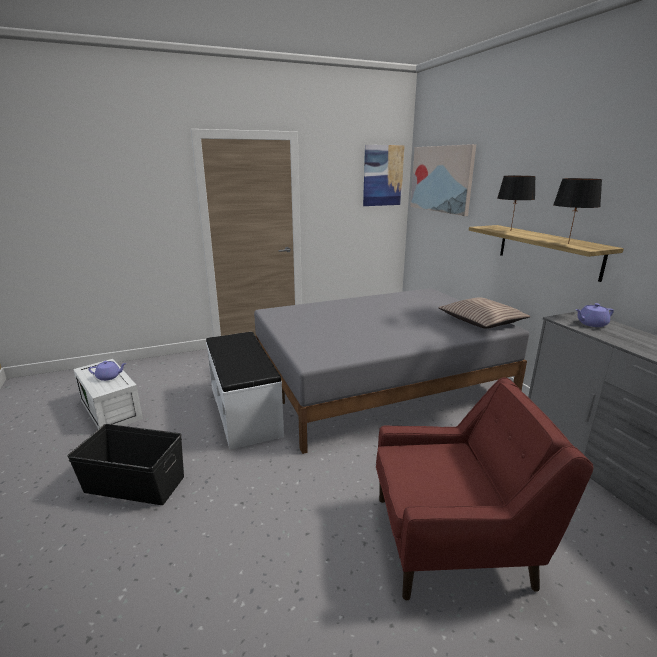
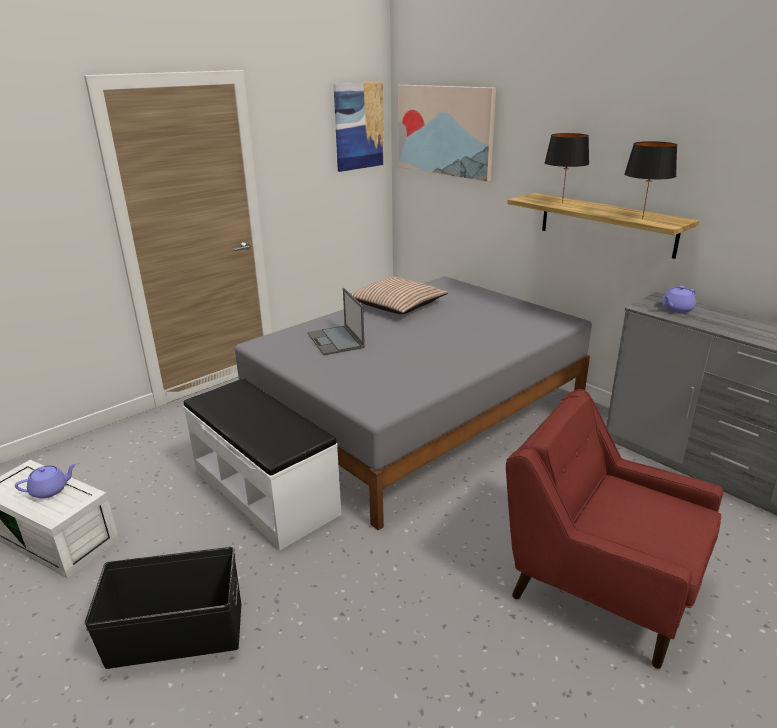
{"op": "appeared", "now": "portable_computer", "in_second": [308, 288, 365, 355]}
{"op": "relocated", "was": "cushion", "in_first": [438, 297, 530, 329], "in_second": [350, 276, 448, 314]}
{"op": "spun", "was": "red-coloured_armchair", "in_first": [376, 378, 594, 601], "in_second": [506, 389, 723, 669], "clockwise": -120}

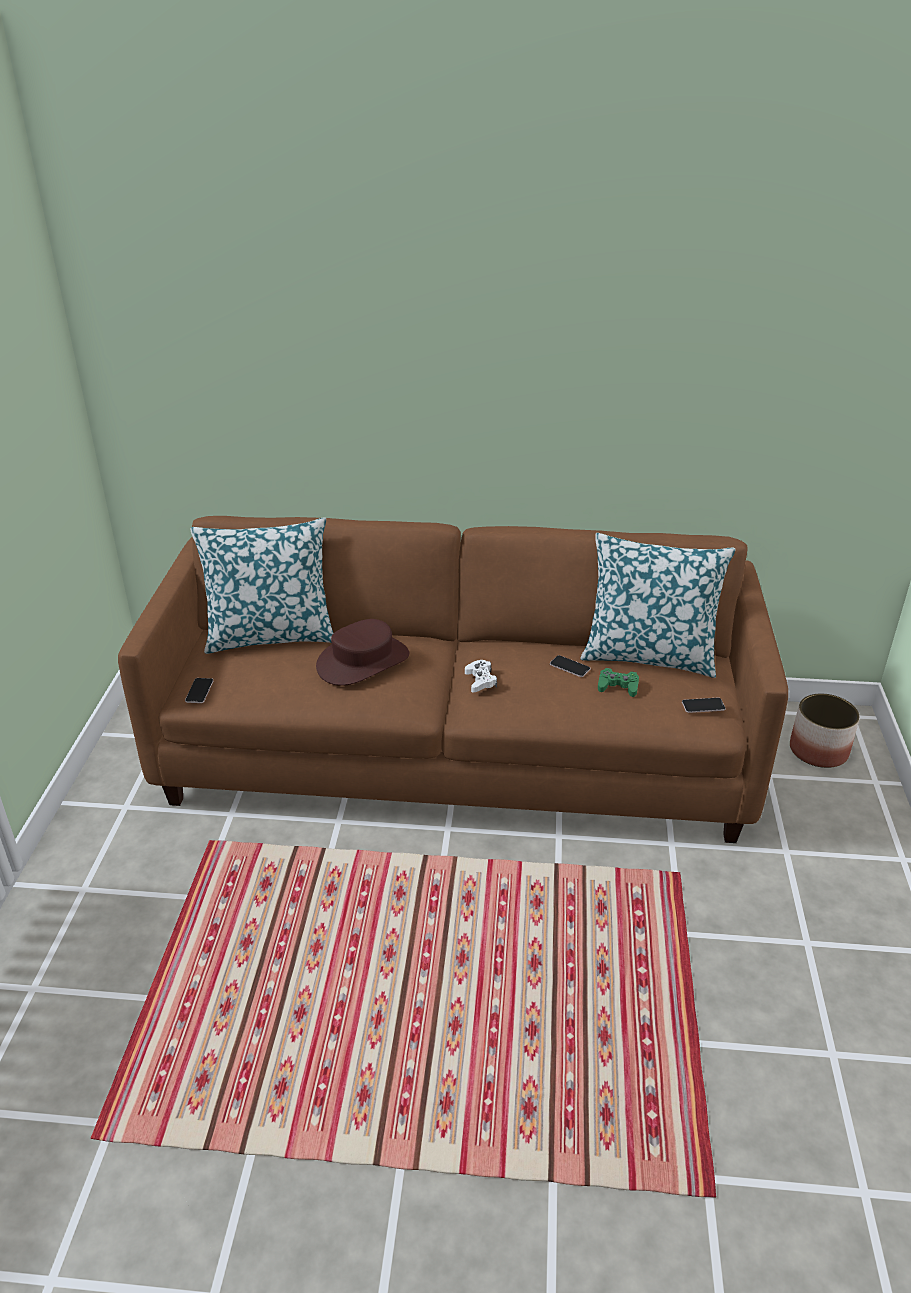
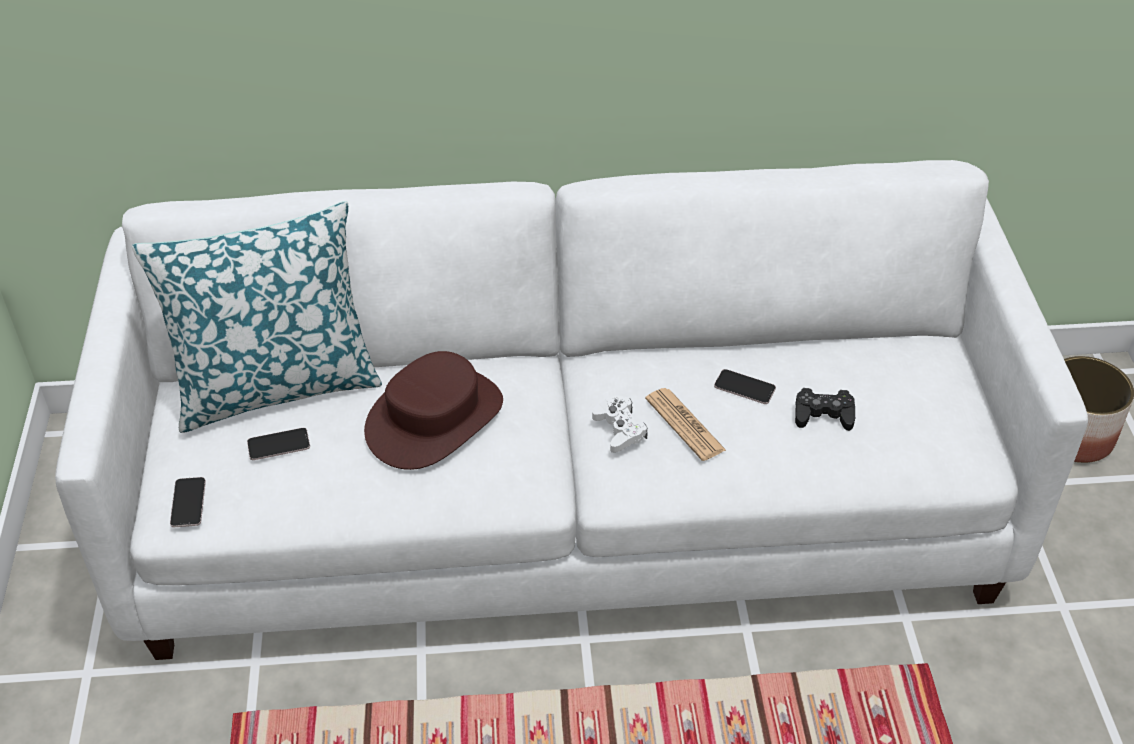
{"op": "colour", "was": "brown-coloured_couch", "now": "whitish_couch", "in_first": [118, 516, 788, 843], "in_second": [55, 160, 1088, 660]}
{"op": "relocated", "was": "telephone", "in_first": [682, 698, 726, 713], "in_second": [247, 428, 310, 460]}
{"op": "appeared", "now": "daily_paper", "in_second": [645, 388, 726, 461]}
{"op": "colour", "was": "greenish_gamepad", "now": "black-coloured_gamepad", "in_first": [598, 668, 639, 697], "in_second": [795, 388, 855, 431]}
{"op": "missing", "was": "cushion", "in_first": [580, 533, 736, 678]}

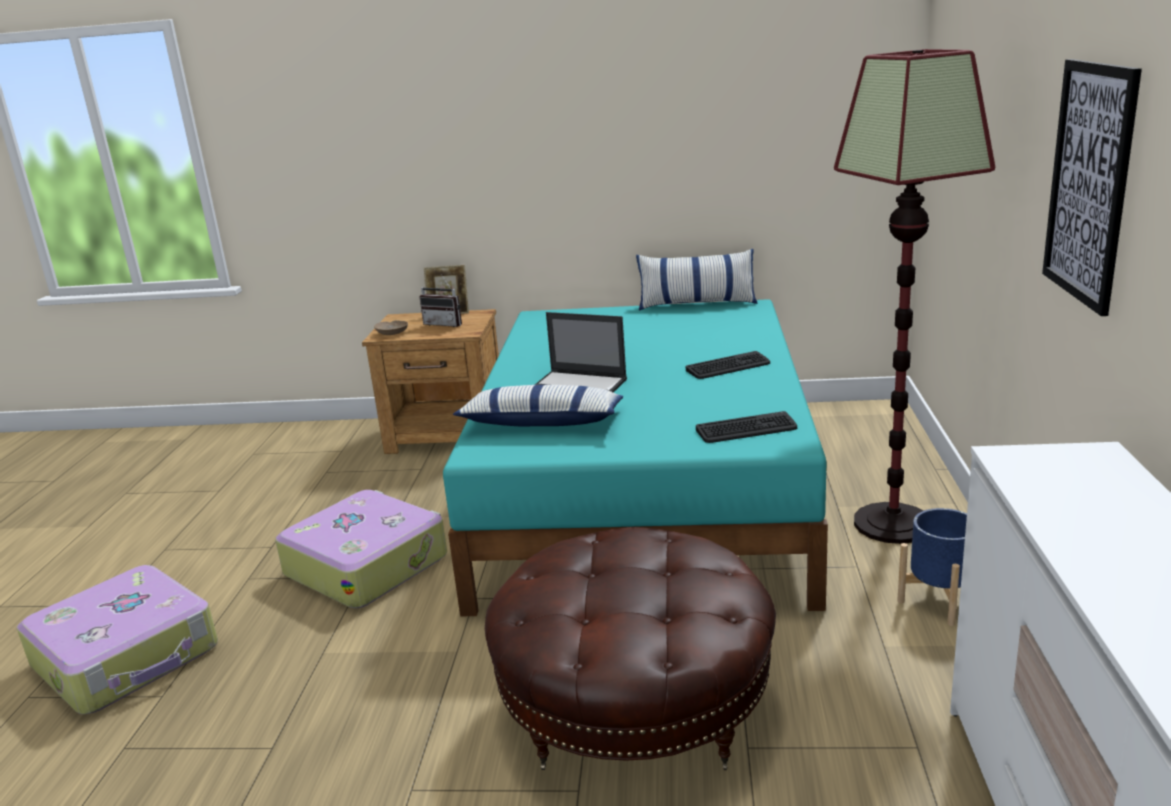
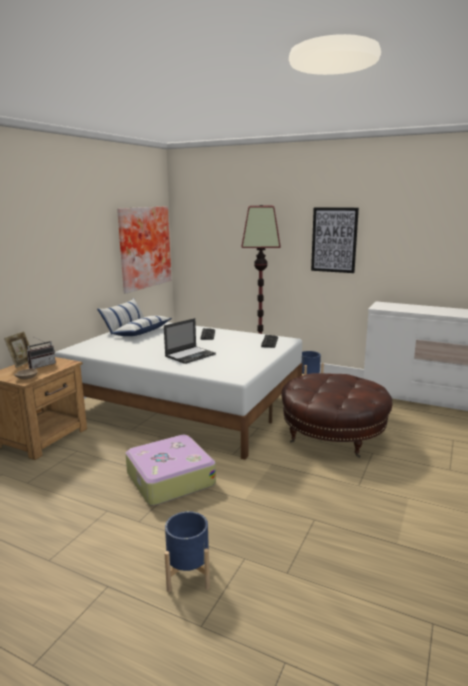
{"op": "colour", "was": "turquoise-coloured_bedroom_bed", "now": "whitish_bedroom_bed", "in_first": [443, 299, 828, 616], "in_second": [55, 322, 302, 460]}
{"op": "relocated", "was": "cushion", "in_first": [453, 385, 623, 427], "in_second": [111, 316, 172, 336]}
{"op": "appeared", "now": "wall_art", "in_second": [117, 206, 171, 293]}
{"op": "exchanged", "was": "travel_case", "now": "blue-coloured_planter", "in_first": [17, 565, 218, 714], "in_second": [164, 511, 210, 592]}

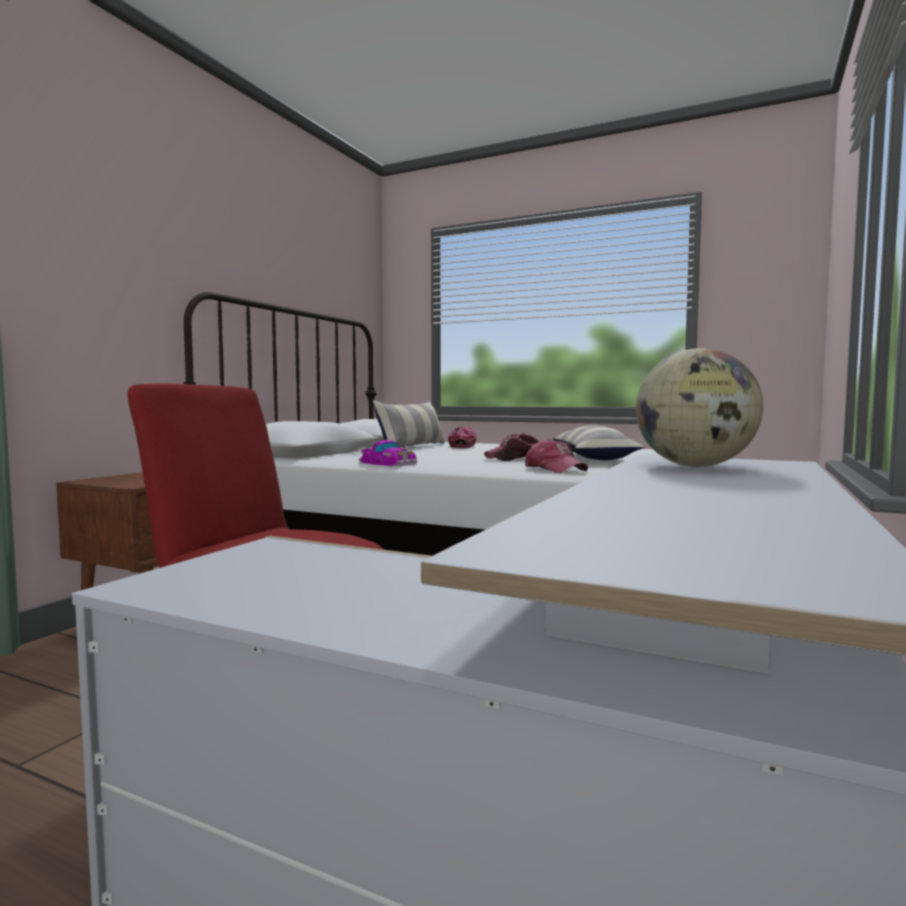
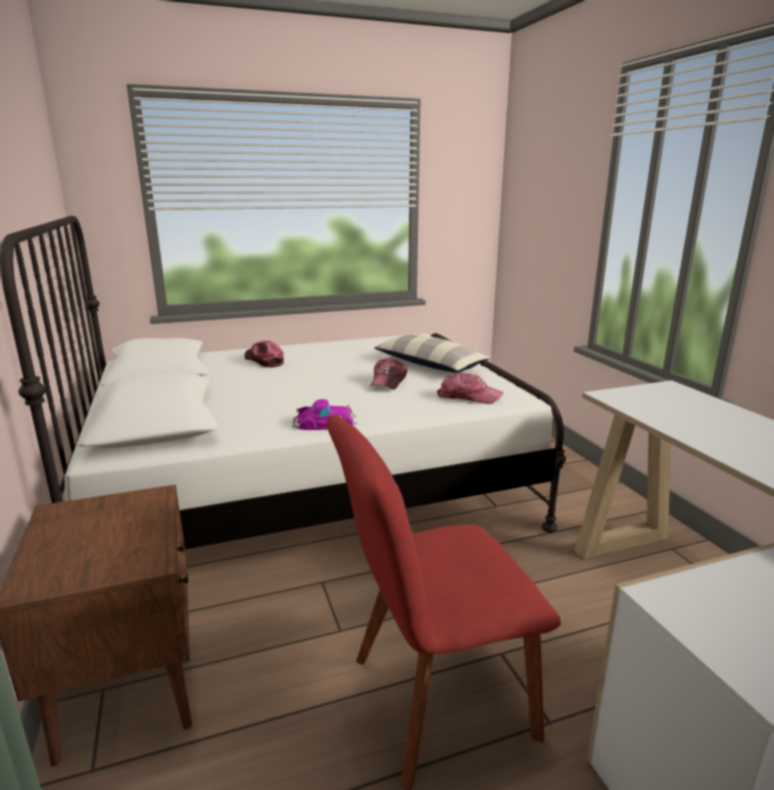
{"op": "missing", "was": "cushion", "in_first": [372, 400, 445, 448]}
{"op": "missing", "was": "world_globe", "in_first": [636, 348, 763, 467]}

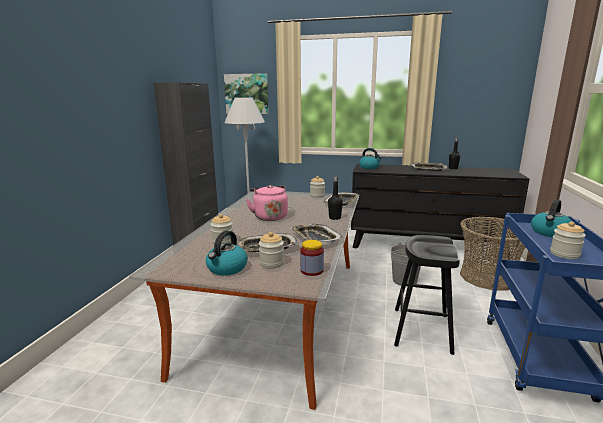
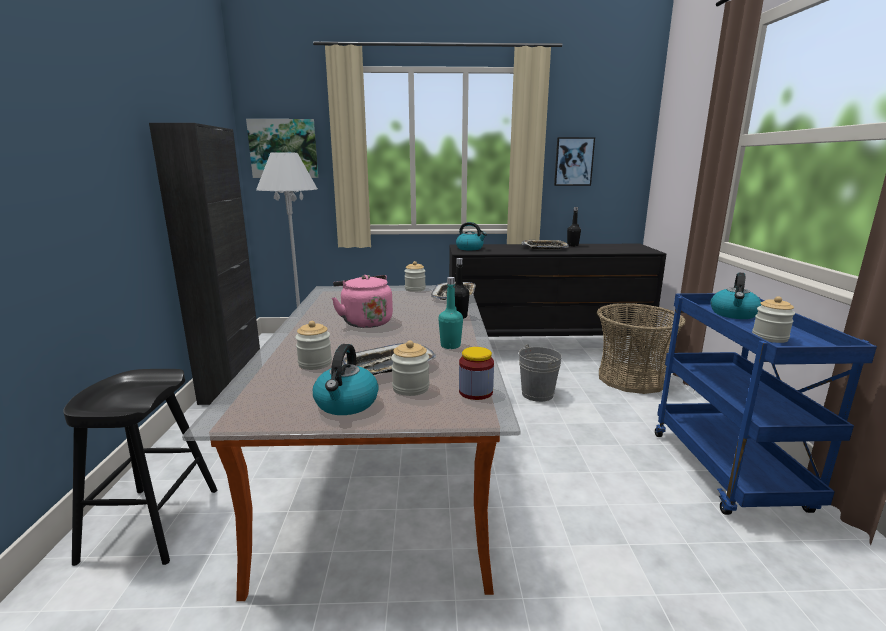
{"op": "relocated", "was": "black-coloured_stool", "in_first": [394, 235, 460, 355], "in_second": [63, 369, 217, 566]}
{"op": "exchanged", "was": "carrying_tray", "now": "turquoise-coloured_bottle", "in_first": [291, 224, 343, 245], "in_second": [438, 277, 463, 349]}
{"op": "appeared", "now": "wall_art", "in_second": [554, 137, 595, 186]}

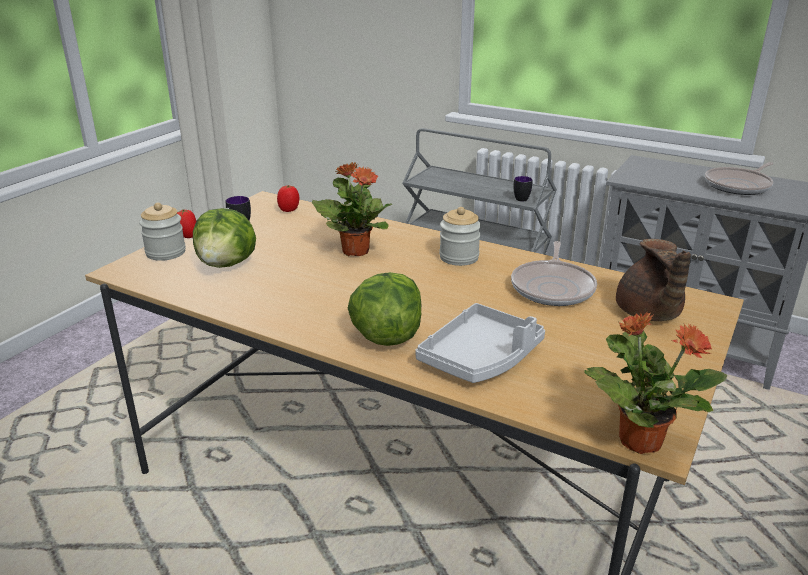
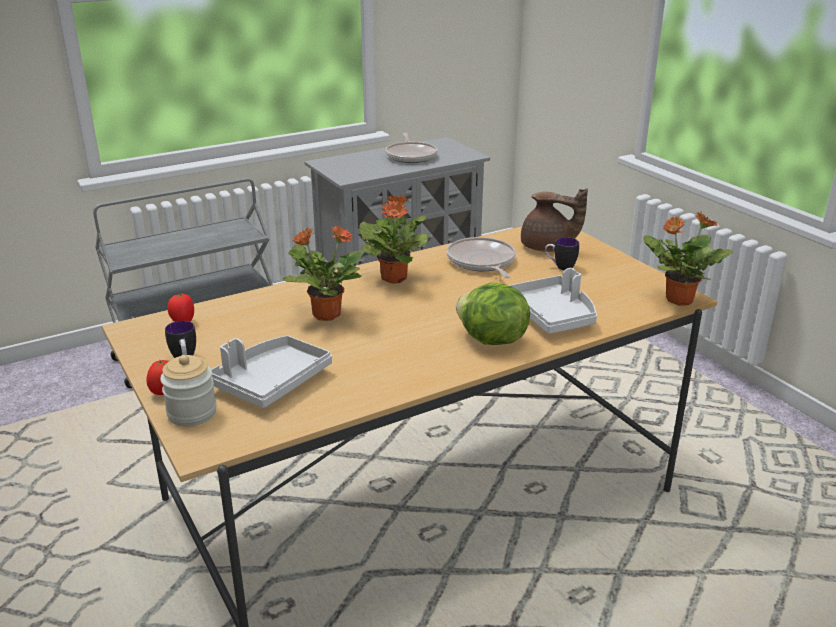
{"op": "exchanged", "was": "lettuce_head", "now": "gray_carrying_tray", "in_first": [193, 208, 256, 268], "in_second": [211, 335, 332, 408]}
{"op": "exchanged", "was": "preserve_jar", "now": "potted_plant", "in_first": [439, 207, 481, 266], "in_second": [359, 195, 429, 284]}
{"op": "spun", "was": "skillet", "in_first": [511, 241, 597, 306], "in_second": [447, 237, 516, 278], "clockwise": -150}
{"op": "relocated", "was": "tea_mug", "in_first": [513, 176, 532, 202], "in_second": [545, 237, 579, 270]}

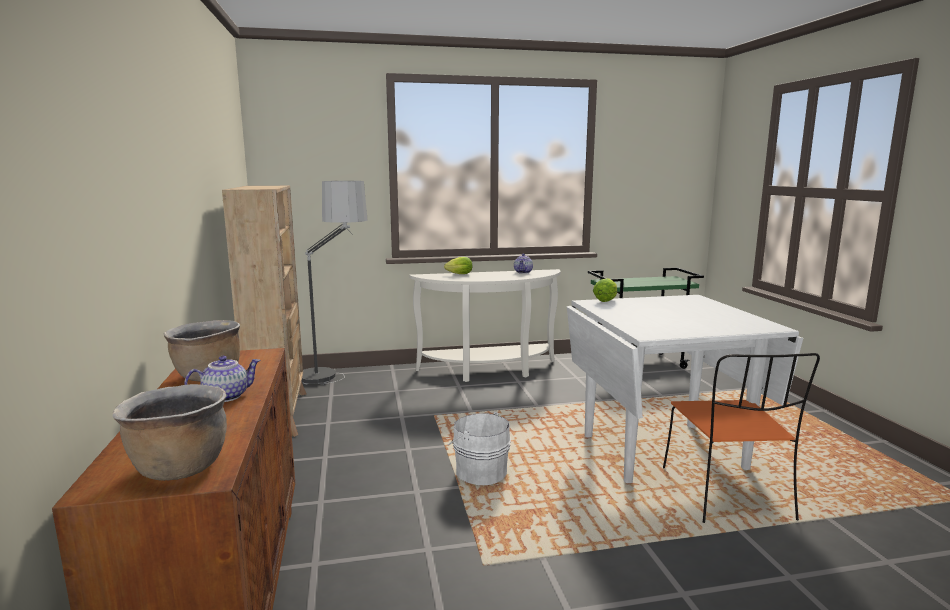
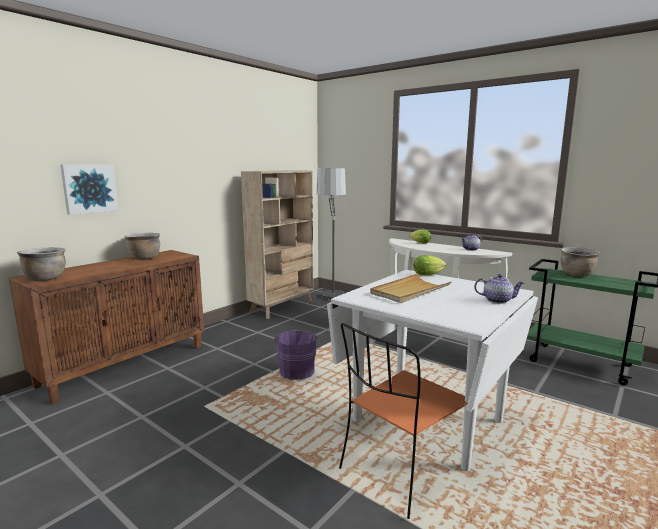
{"op": "appeared", "now": "wall_art", "in_second": [60, 164, 119, 215]}
{"op": "colour", "was": "whitish_bucket", "now": "purple-coloured_bucket", "in_first": [448, 412, 511, 485], "in_second": [274, 330, 318, 380]}
{"op": "appeared", "now": "beige-coloured_carrying_tray", "in_second": [370, 274, 451, 303]}
{"op": "relocated", "was": "pot_for_tea", "in_first": [184, 356, 261, 402], "in_second": [474, 274, 524, 304]}
{"op": "appeared", "now": "brown-coloured_cooking_pot", "in_second": [561, 247, 600, 276]}

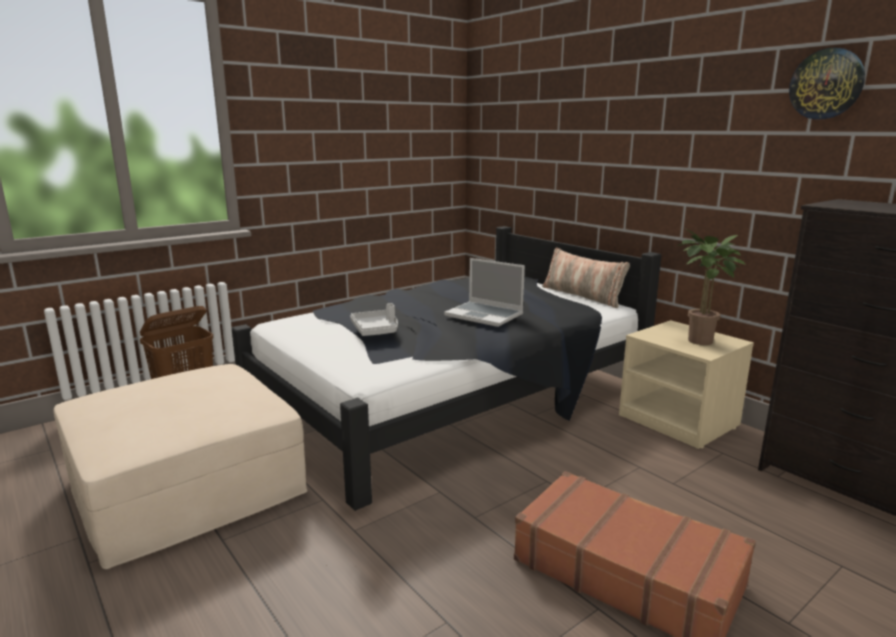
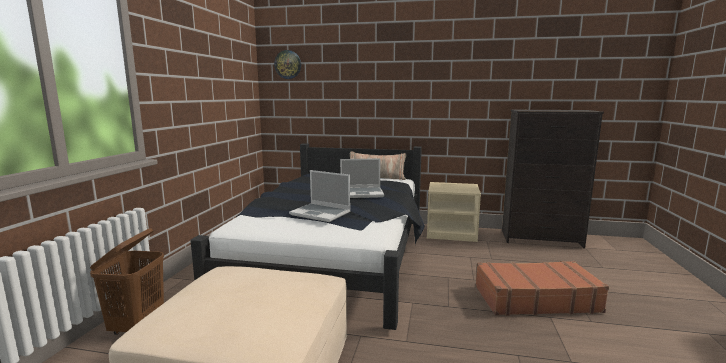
{"op": "relocated", "was": "wall_clock", "in_first": [789, 47, 865, 119], "in_second": [274, 50, 301, 79]}
{"op": "exchanged", "was": "gray_carrying_tray", "now": "portable_computer", "in_first": [350, 303, 398, 336], "in_second": [289, 170, 351, 222]}
{"op": "missing", "was": "potted_plant", "in_first": [677, 229, 746, 345]}

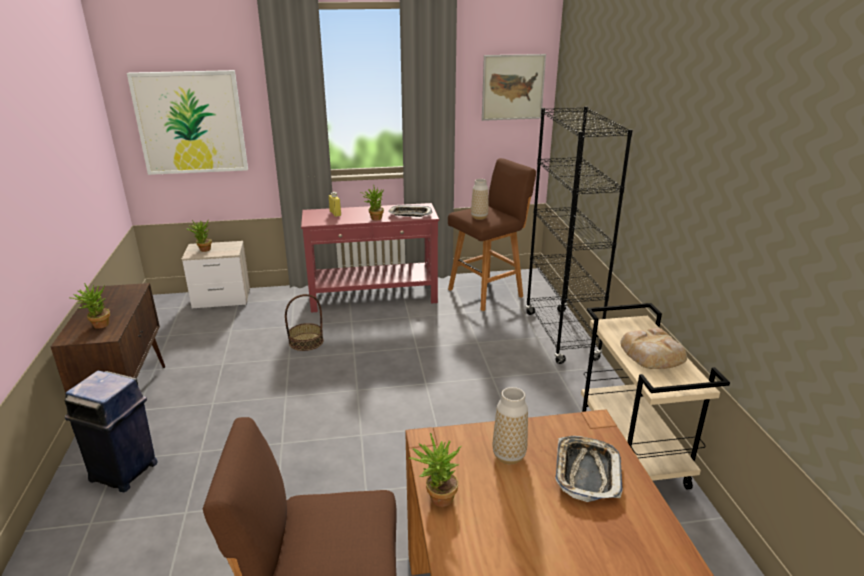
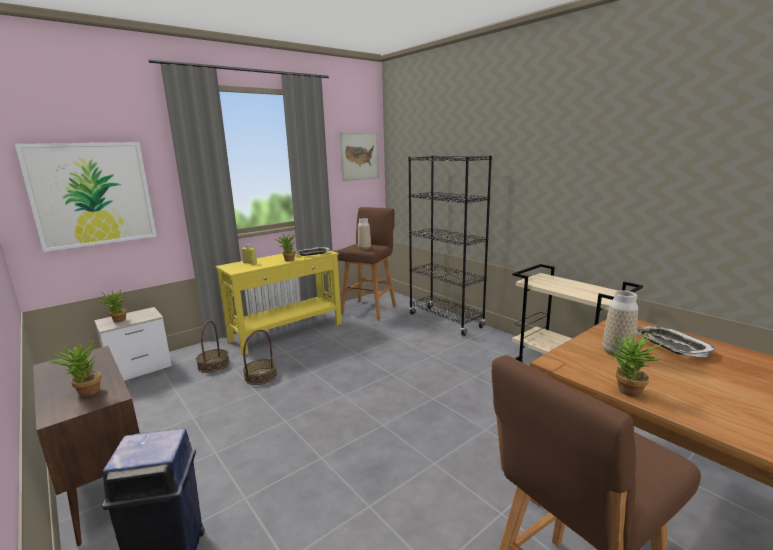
{"op": "appeared", "now": "basket", "in_second": [196, 321, 230, 373]}
{"op": "colour", "was": "red-coloured_console_table", "now": "yellow_console_table", "in_first": [301, 203, 439, 312], "in_second": [216, 247, 342, 355]}
{"op": "missing", "was": "bread", "in_first": [620, 327, 687, 369]}

